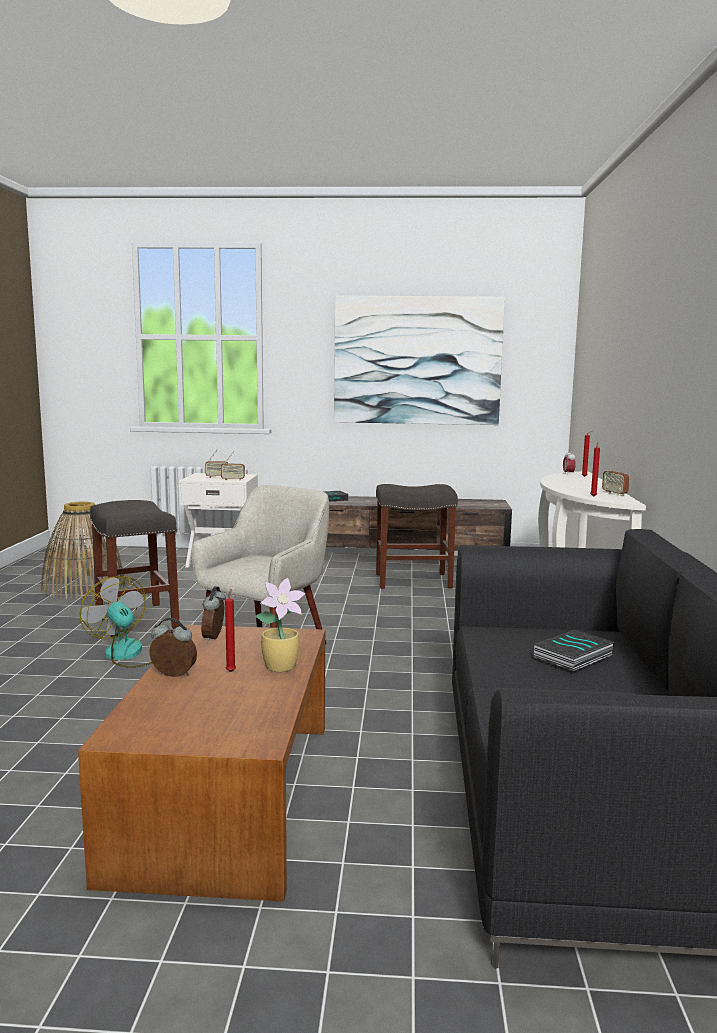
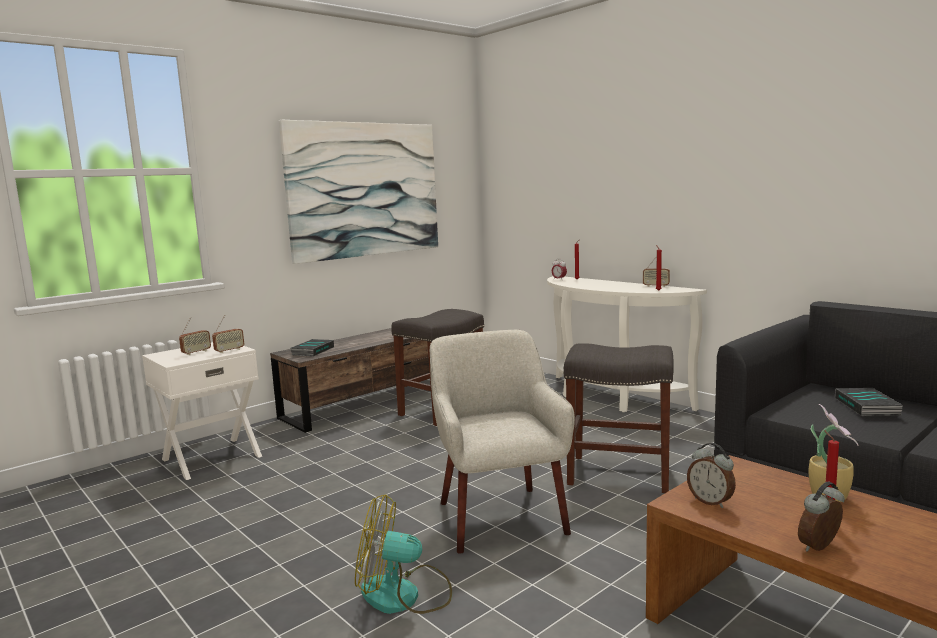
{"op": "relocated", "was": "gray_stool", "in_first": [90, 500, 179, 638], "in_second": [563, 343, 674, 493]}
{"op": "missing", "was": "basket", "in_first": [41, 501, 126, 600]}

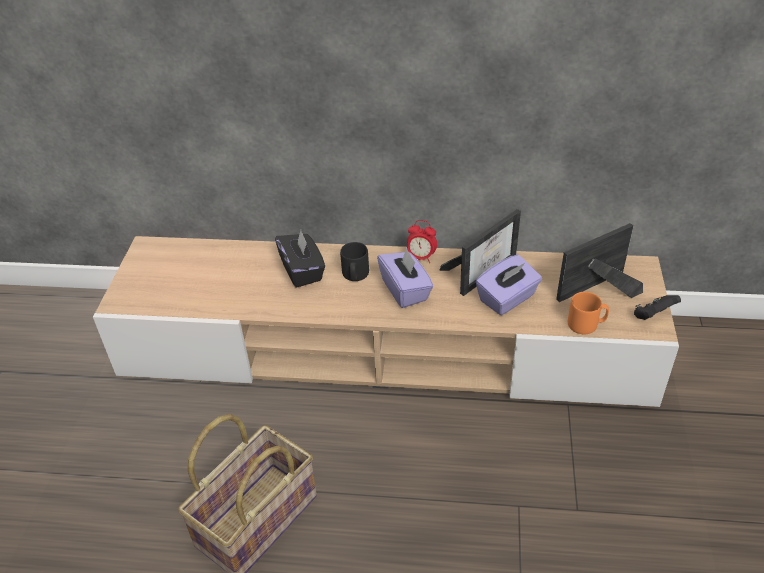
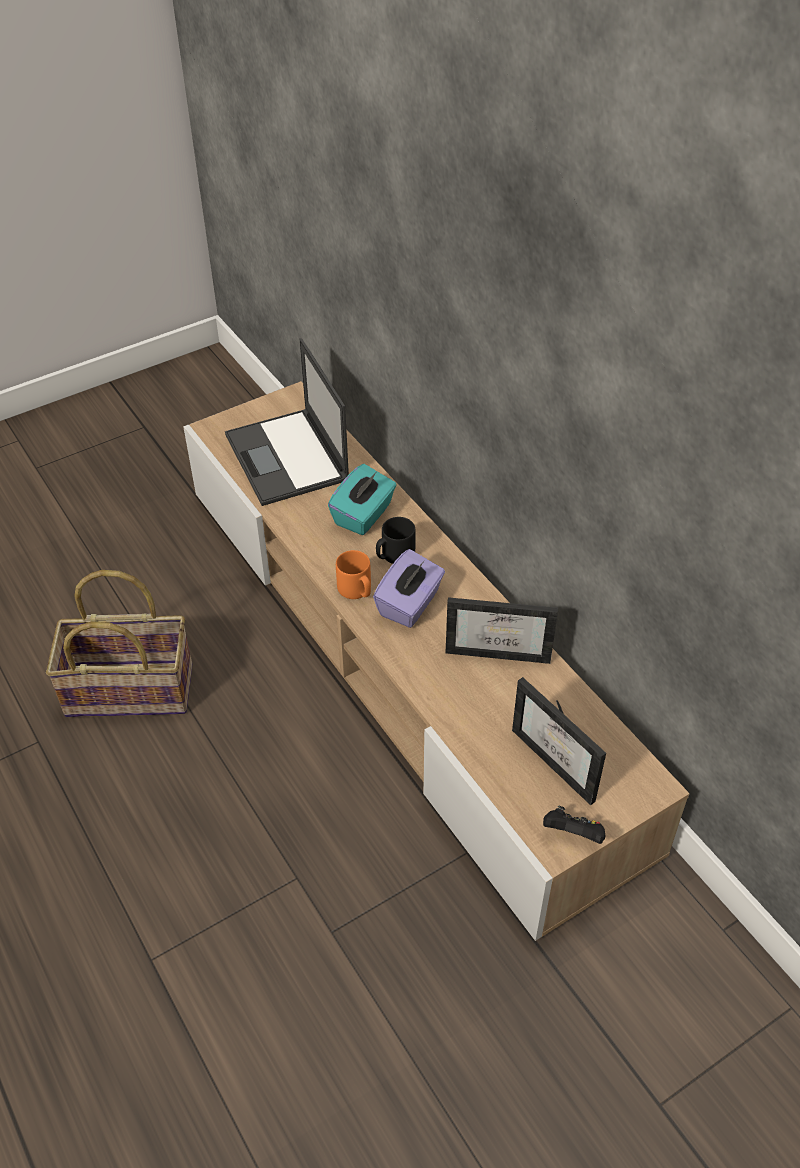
{"op": "appeared", "now": "portable_computer", "in_second": [225, 338, 349, 506]}
{"op": "colour", "was": "black-coloured_tissue_box", "now": "turquoise-coloured_tissue_box", "in_first": [275, 230, 325, 288], "in_second": [328, 464, 396, 535]}
{"op": "relocated", "was": "orange_tea_mug", "in_first": [568, 292, 609, 334], "in_second": [336, 550, 371, 599]}
{"op": "spun", "was": "picture_frame", "in_first": [556, 223, 643, 302], "in_second": [512, 677, 606, 805], "clockwise": -150}
{"op": "missing", "was": "bedside_clock", "in_first": [407, 220, 437, 263]}
{"op": "missing", "was": "purple-coloured_tissue_box", "in_first": [476, 255, 542, 315]}

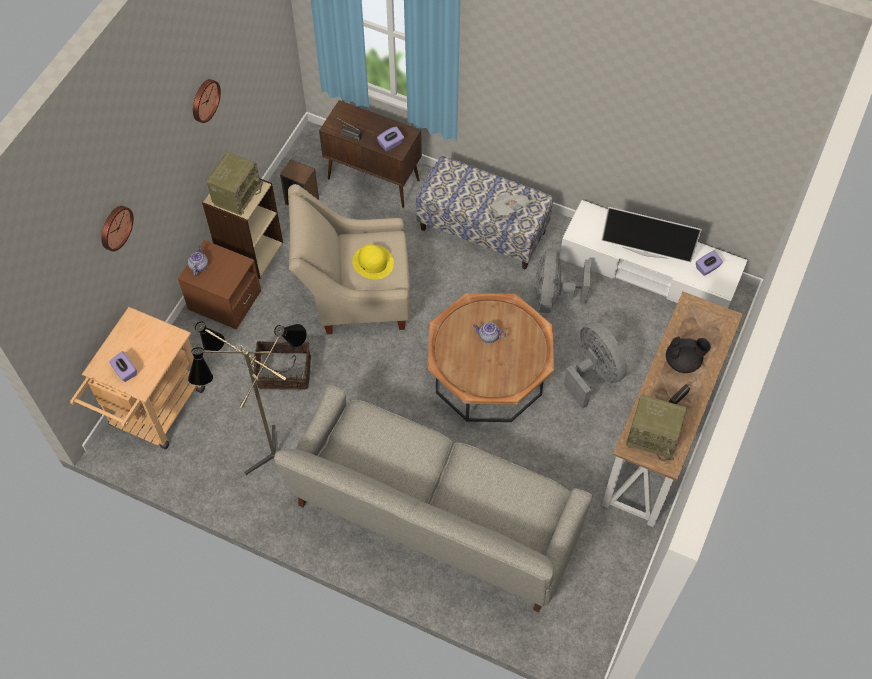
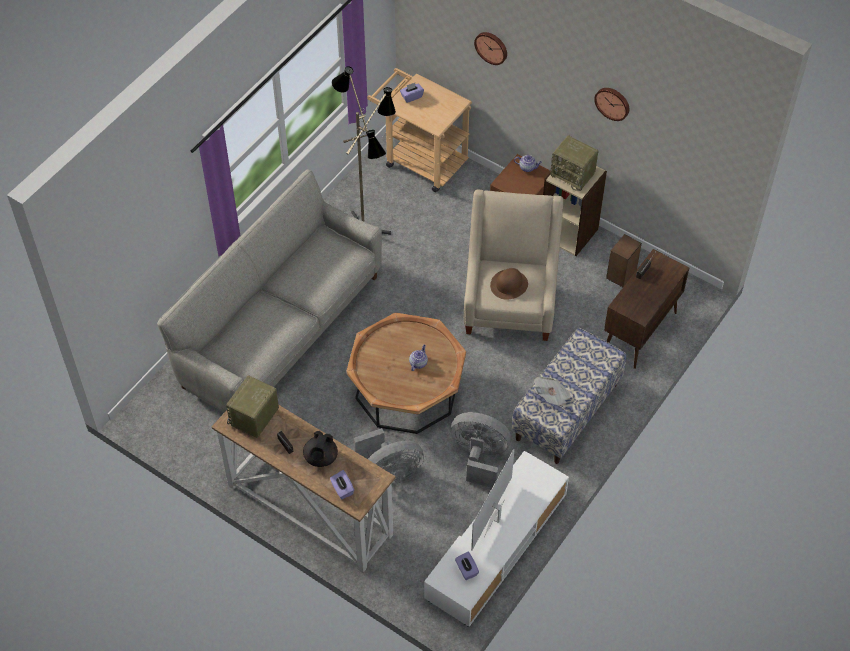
{"op": "relocated", "was": "purple-coloured_tissue_box", "in_first": [377, 126, 404, 152], "in_second": [330, 470, 354, 499]}
{"op": "colour", "was": "yellow_wearable_hat", "now": "brown-coloured_wearable_hat", "in_first": [352, 244, 394, 279], "in_second": [490, 268, 528, 300]}
{"op": "missing", "was": "basket", "in_first": [253, 341, 311, 390]}

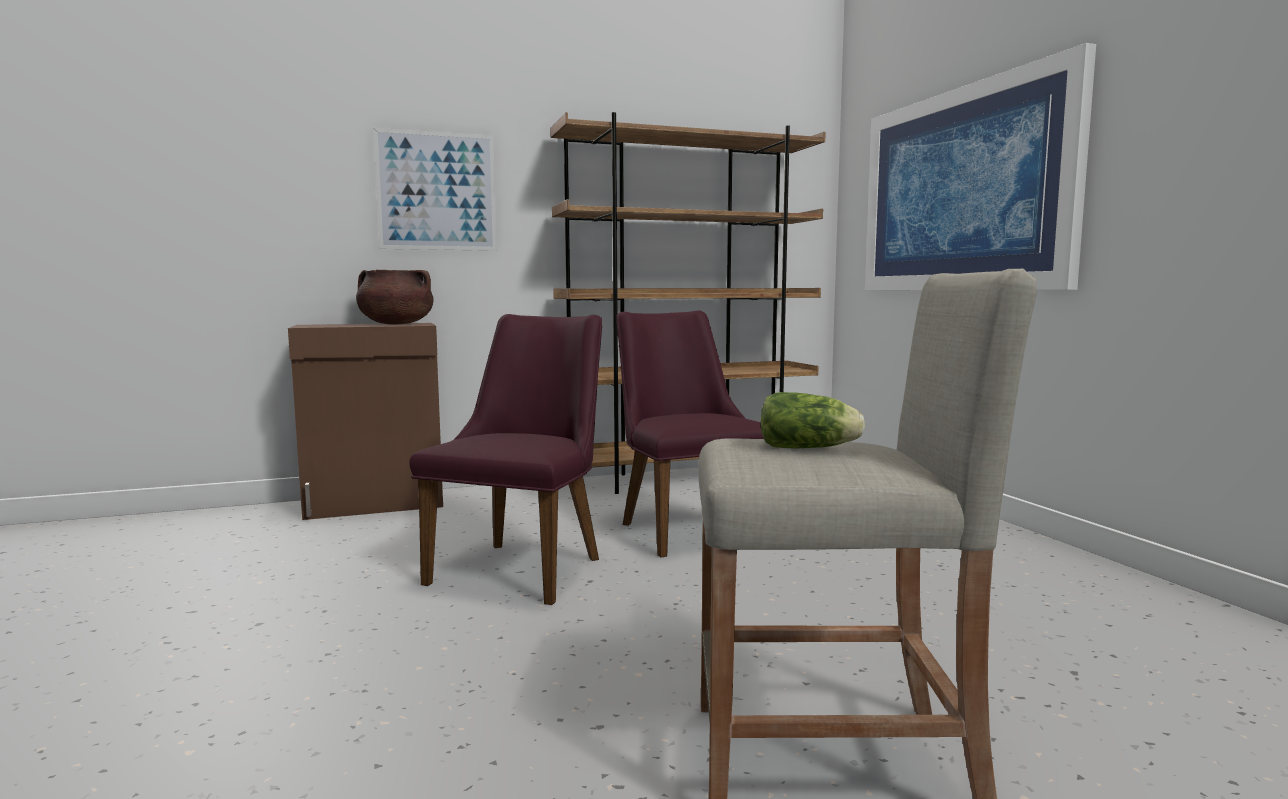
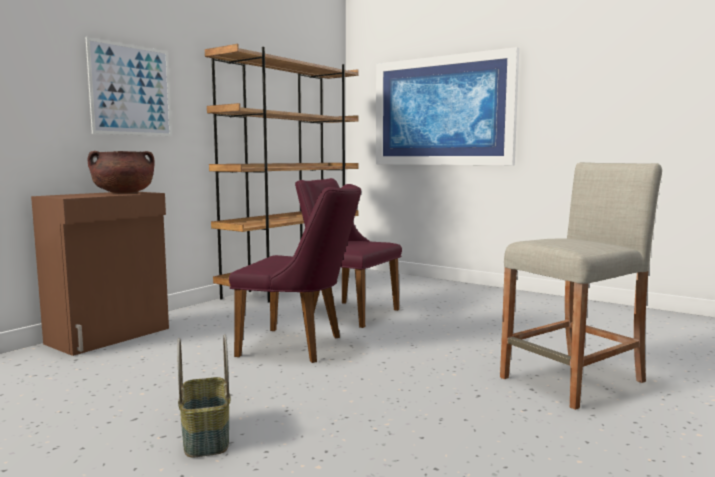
{"op": "appeared", "now": "basket", "in_second": [177, 334, 231, 457]}
{"op": "spun", "was": "purple-coloured_plain_chair", "in_first": [409, 314, 602, 605], "in_second": [229, 184, 361, 363], "clockwise": 120}
{"op": "missing", "was": "lettuce_head", "in_first": [761, 392, 865, 449]}

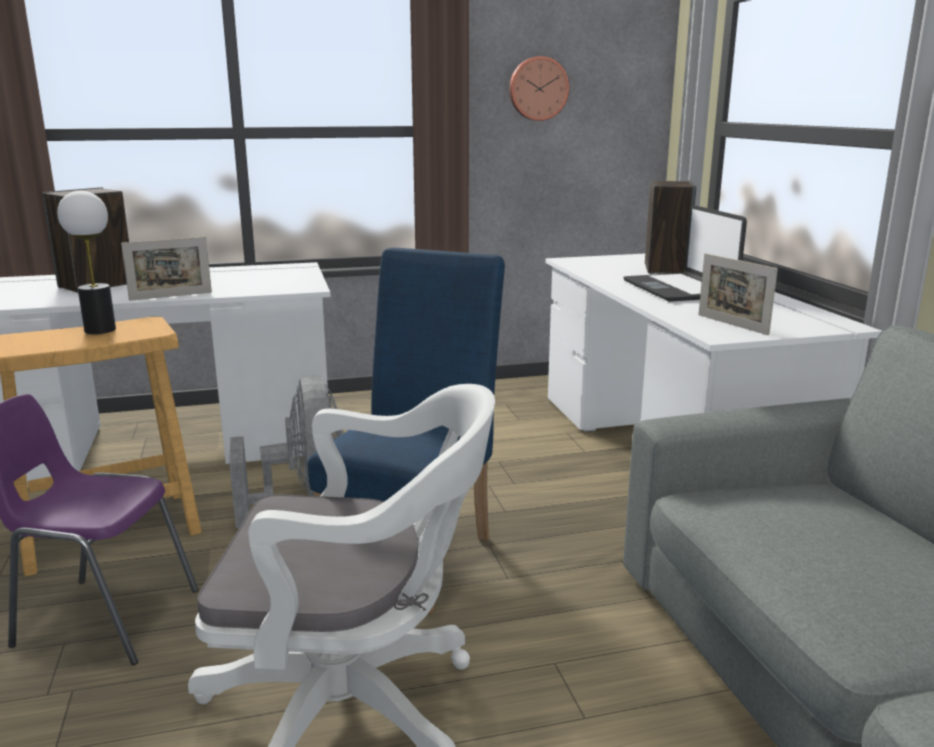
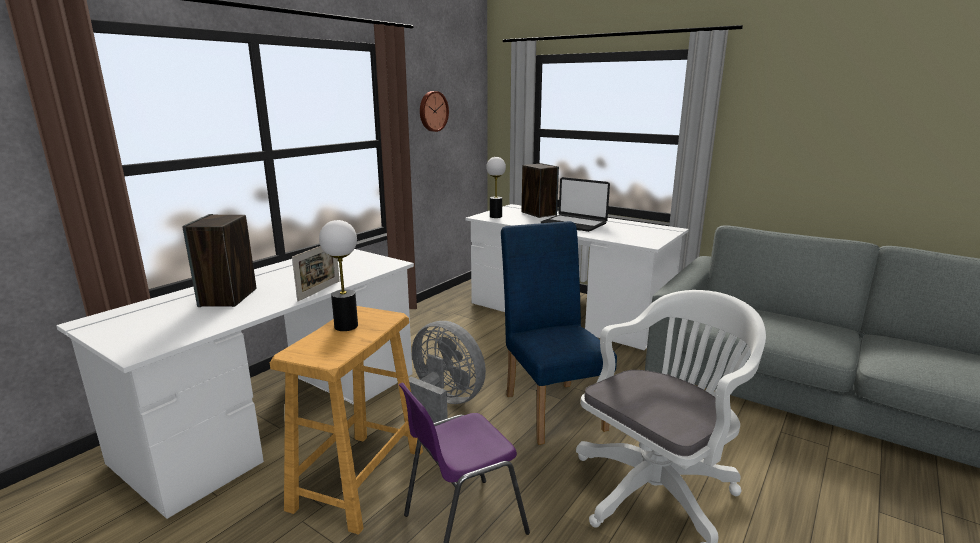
{"op": "appeared", "now": "table_lamp", "in_second": [486, 157, 506, 218]}
{"op": "missing", "was": "picture_frame", "in_first": [699, 253, 778, 335]}

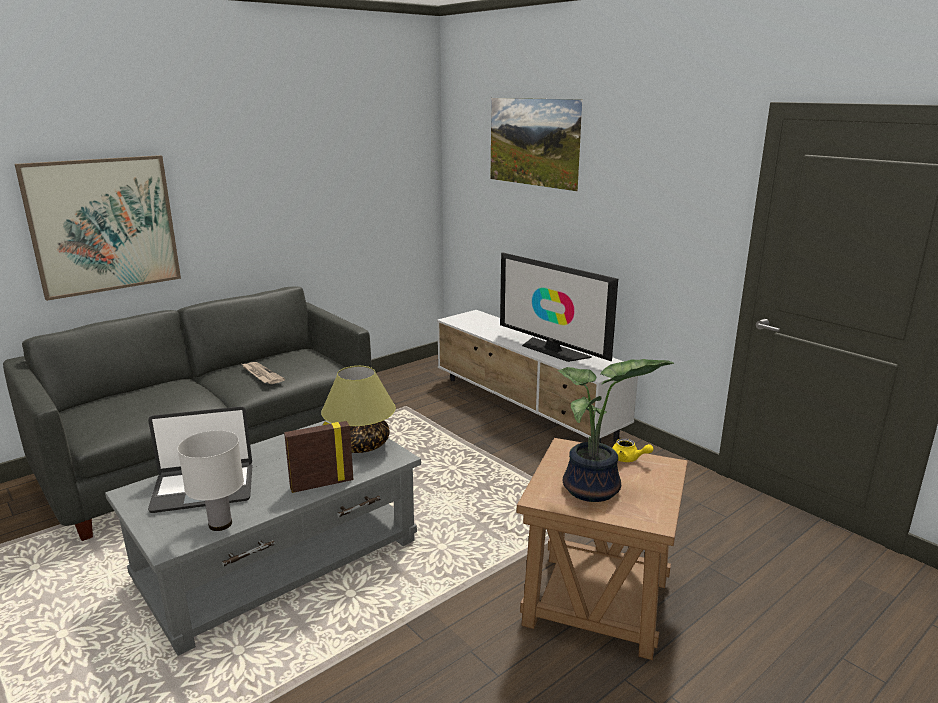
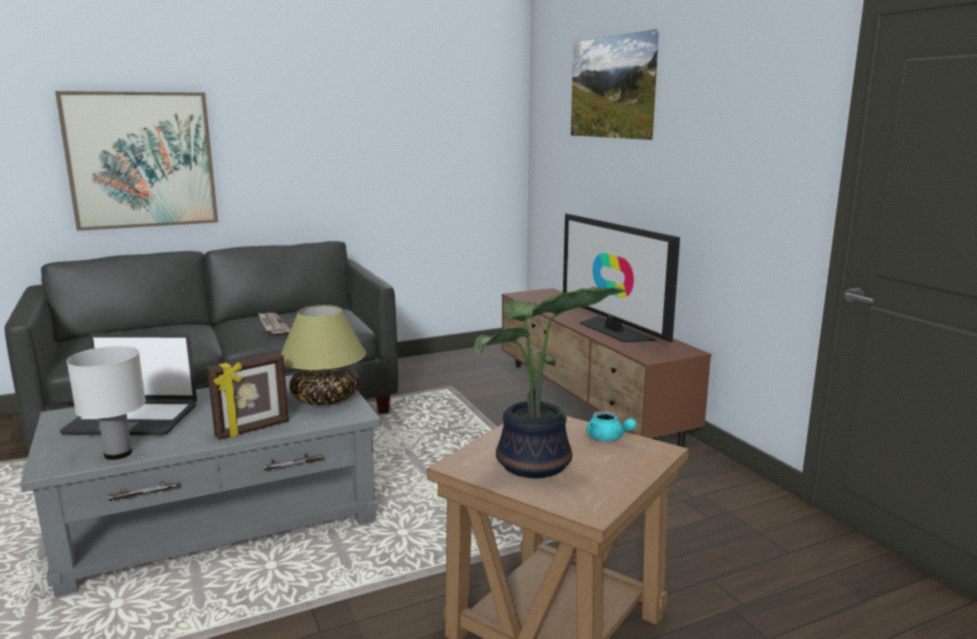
{"op": "spun", "was": "picture_frame", "in_first": [284, 421, 353, 493], "in_second": [207, 352, 289, 440], "clockwise": 150}
{"op": "colour", "was": "whitish_tv_stand", "now": "brown-coloured_tv_stand", "in_first": [437, 310, 638, 443], "in_second": [501, 288, 712, 447]}
{"op": "colour", "was": "yellow_pot_for_tea", "now": "turquoise-coloured_pot_for_tea", "in_first": [612, 438, 653, 462], "in_second": [587, 411, 637, 441]}

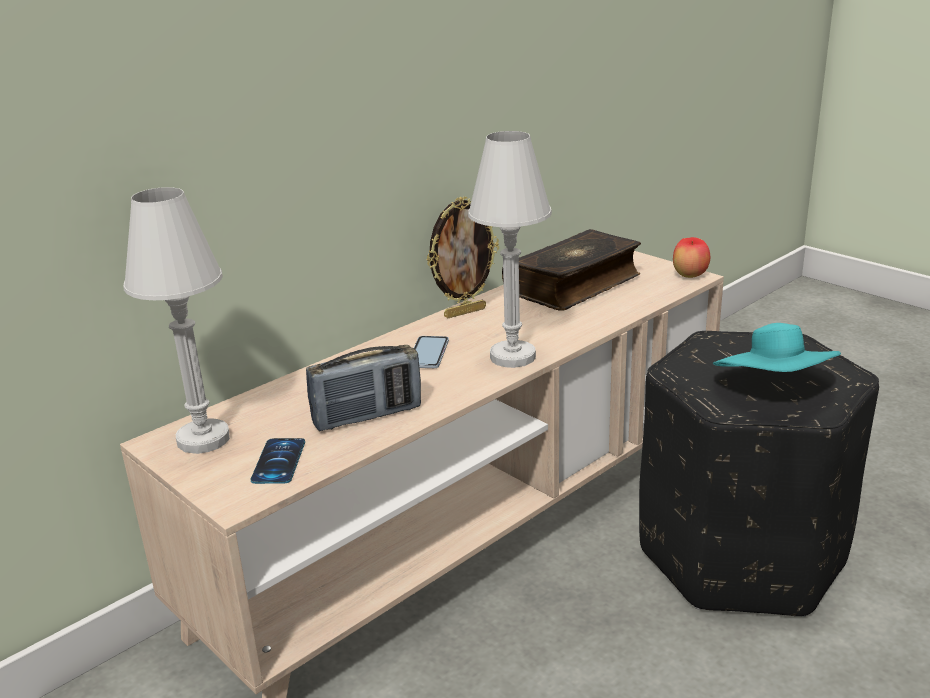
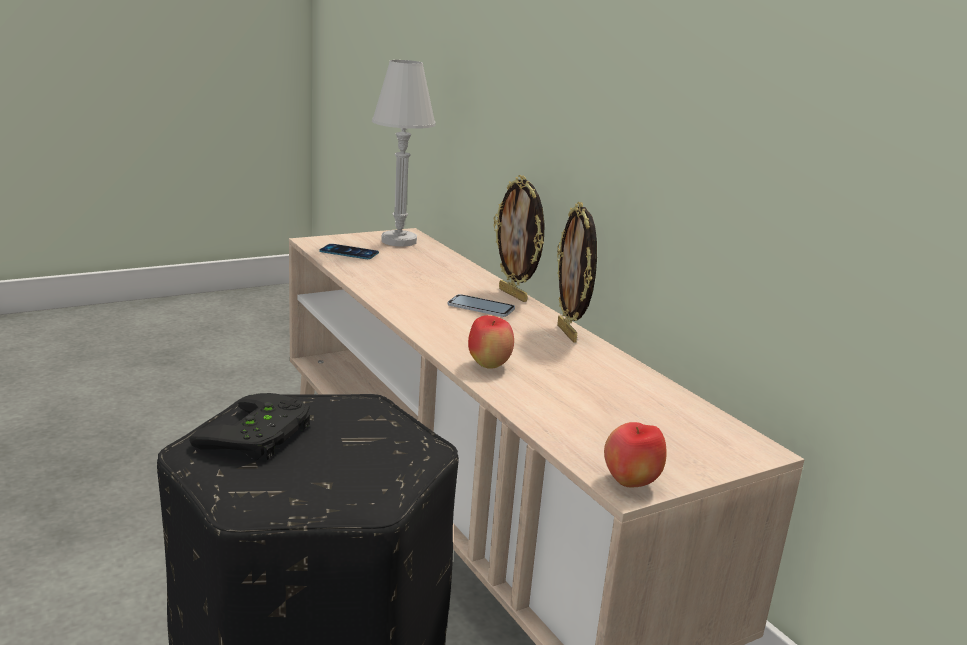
{"op": "exchanged", "was": "turquoise-coloured_wearable_hat", "now": "black-coloured_gamepad", "in_first": [713, 323, 841, 372], "in_second": [189, 393, 310, 462]}
{"op": "appeared", "now": "whole_apple", "in_second": [468, 315, 514, 369]}
{"op": "appeared", "now": "picture_frame", "in_second": [494, 175, 545, 302]}
{"op": "missing", "was": "radio", "in_first": [306, 345, 421, 431]}
{"op": "missing", "was": "whitish_table_lamp", "in_first": [468, 131, 552, 368]}
{"op": "missing", "was": "volume", "in_first": [502, 229, 641, 310]}

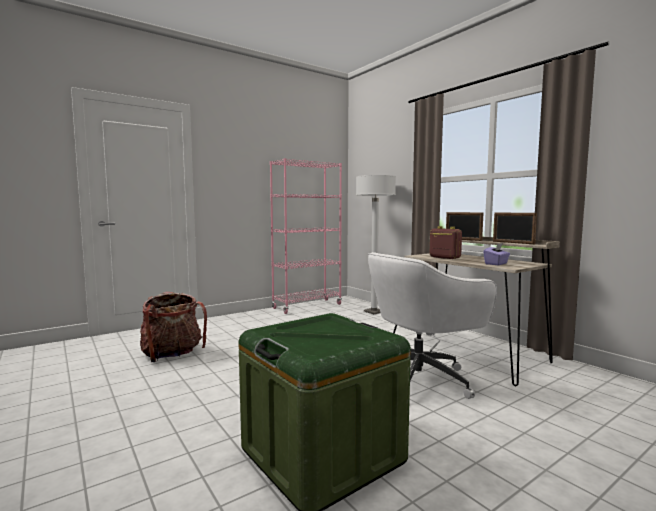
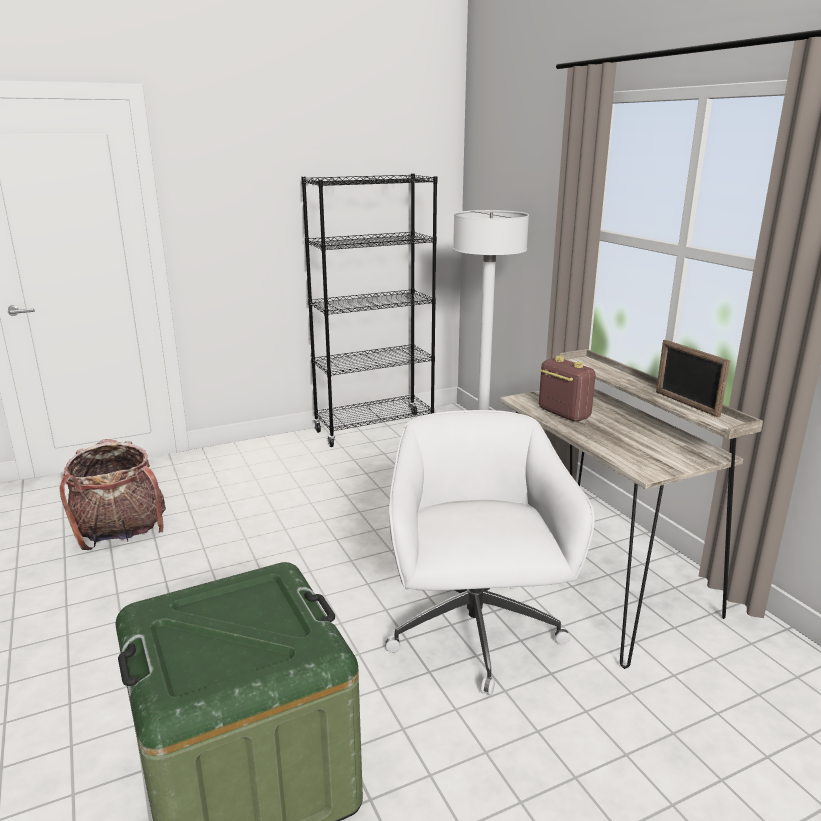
{"op": "colour", "was": "pink-coloured_bookcase", "now": "black-coloured_bookcase", "in_first": [270, 158, 342, 314], "in_second": [301, 174, 437, 447]}
{"op": "spun", "was": "whitish_office_chair", "in_first": [368, 252, 497, 399], "in_second": [385, 410, 594, 696], "clockwise": 105}
{"op": "missing", "was": "picture_frame", "in_first": [446, 212, 484, 241]}
{"op": "missing", "was": "purple-coloured_tissue_box", "in_first": [483, 243, 510, 265]}

